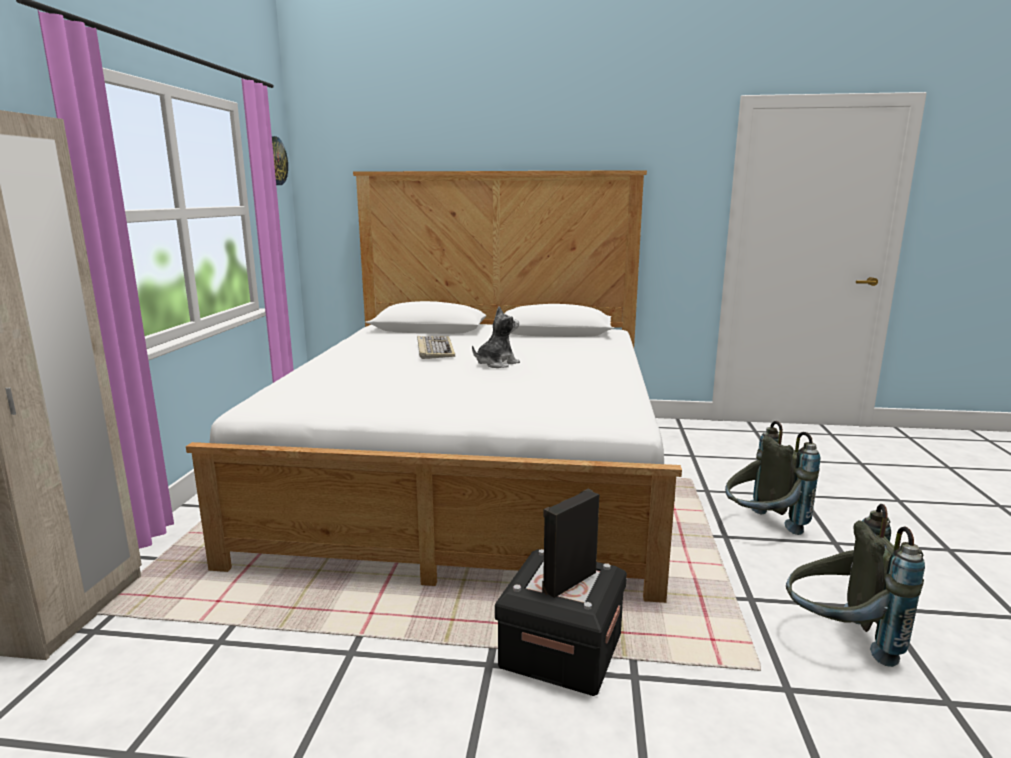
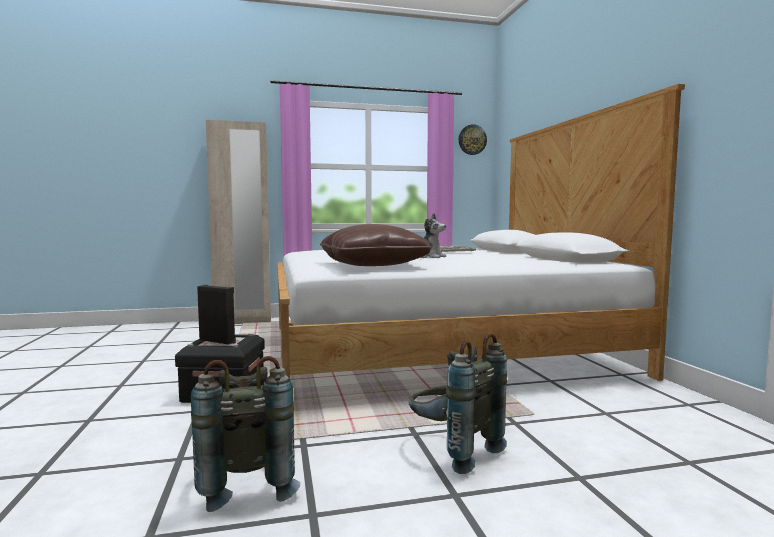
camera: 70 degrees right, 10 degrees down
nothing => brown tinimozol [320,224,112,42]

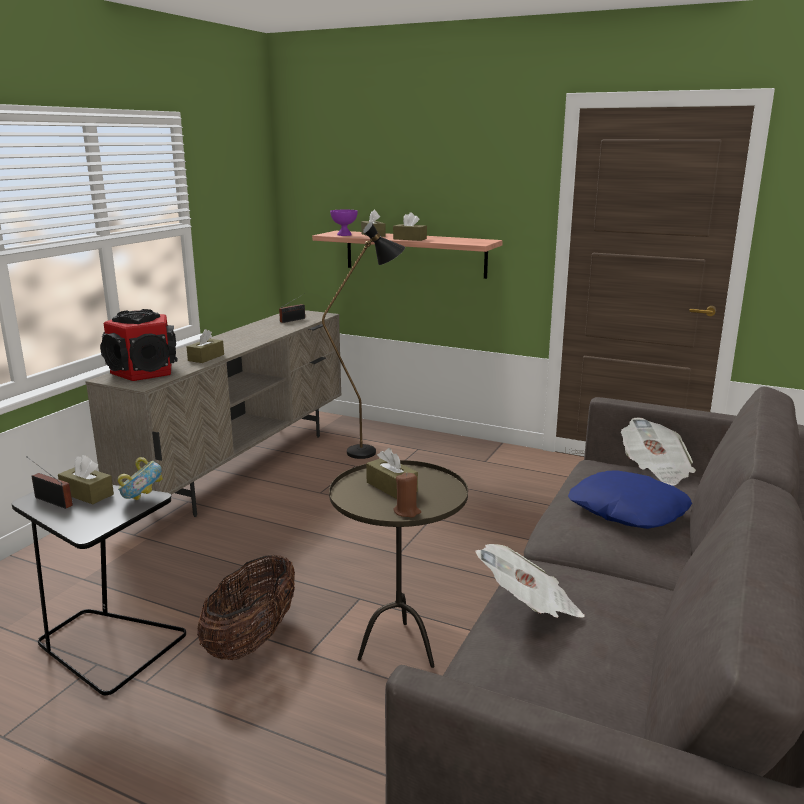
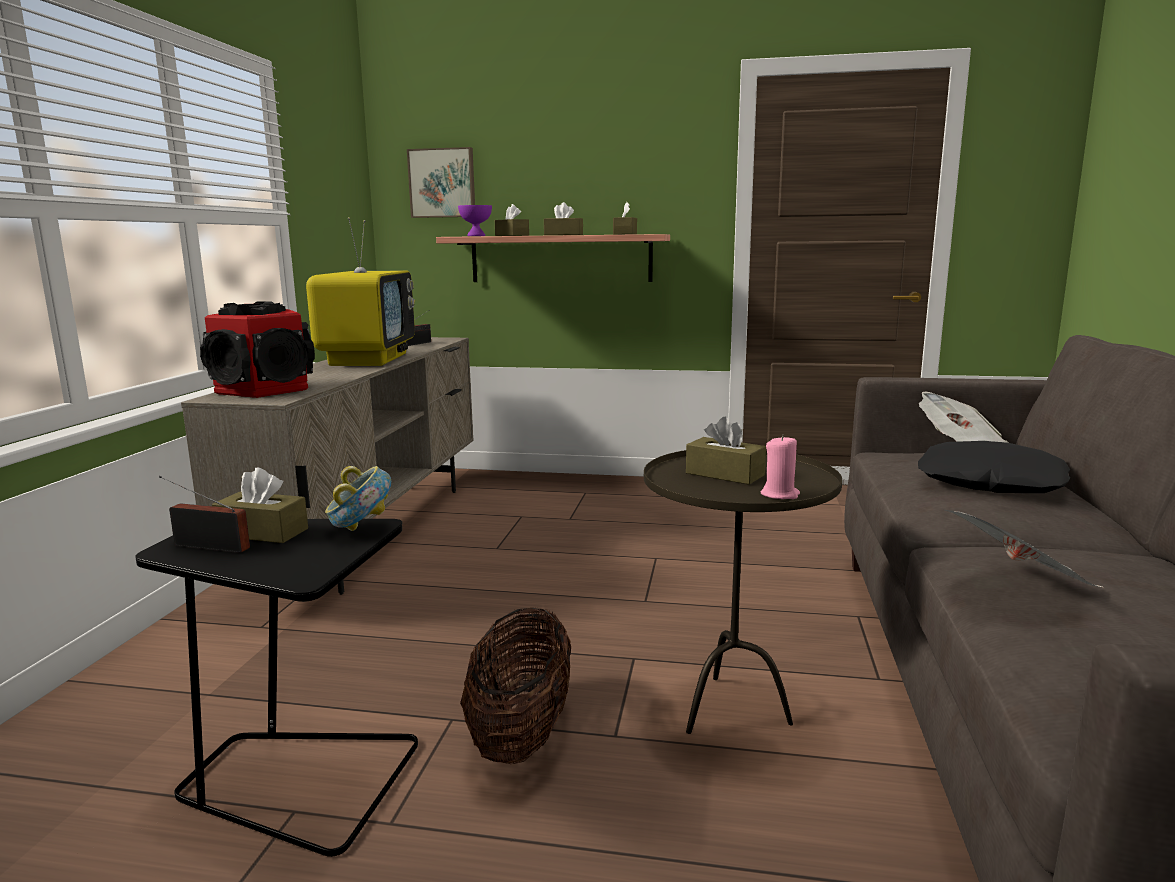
camera: 15 degrees left, 5 degrees down
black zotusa [322,222,83,237] => nothing
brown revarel [187,329,37,34] => brown revarel [613,202,24,33], moved
blue tinimozol [568,470,124,59] => black tinimozol [918,441,153,52]
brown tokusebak [394,473,27,44] => pink tokusebak [761,435,39,64]
nothing => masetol [407,147,68,71]
nothing => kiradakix [306,217,109,149]

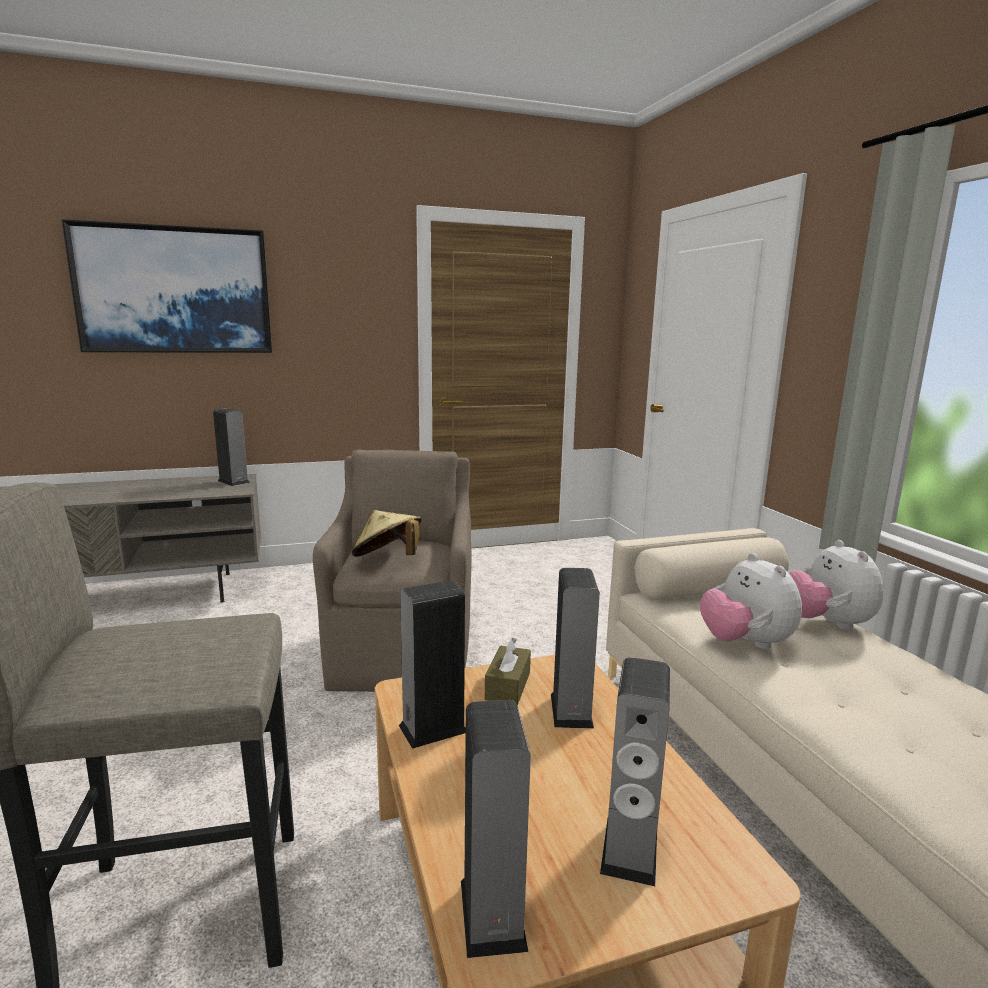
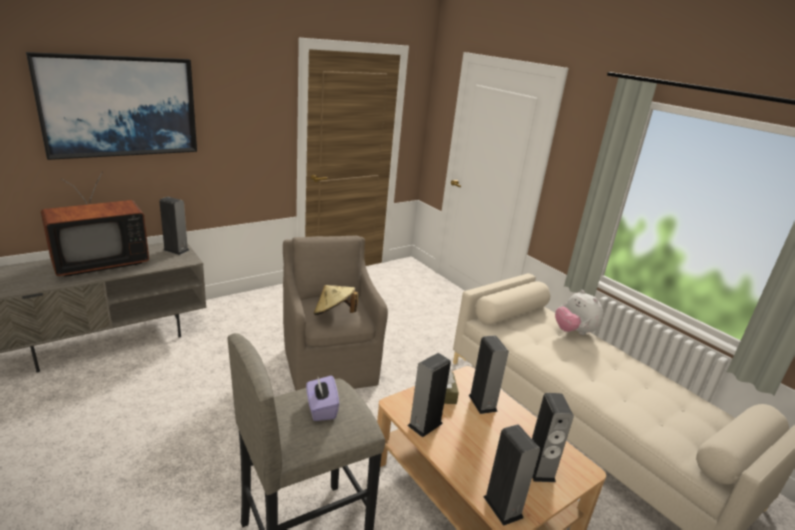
camera: 20 degrees left, 10 degrees up
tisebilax [700,553,102,96] => nothing
nothing => kiradakix [41,172,108,105]
nothing => purple revarel [306,375,33,46]

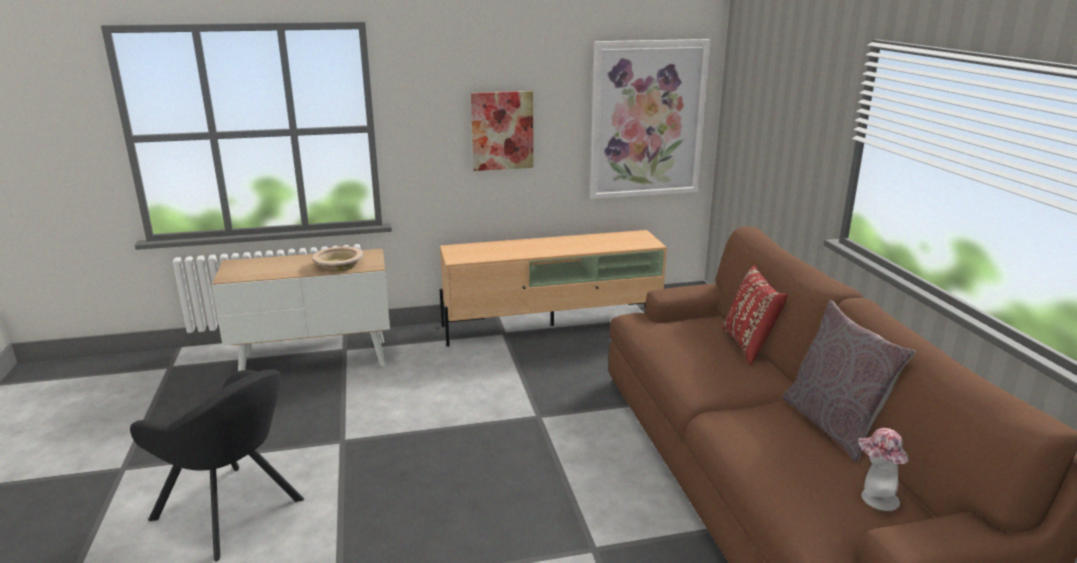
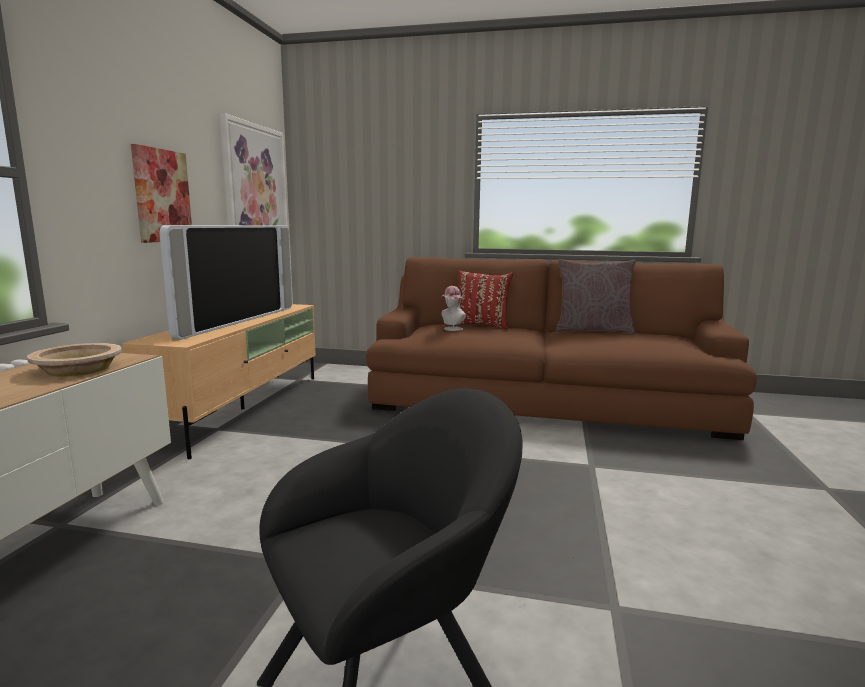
camera: 65 degrees left, 10 degrees down
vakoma [858,428,51,83] => vakoma [440,286,26,45], moved
nothing => kiradakix [159,225,133,115]

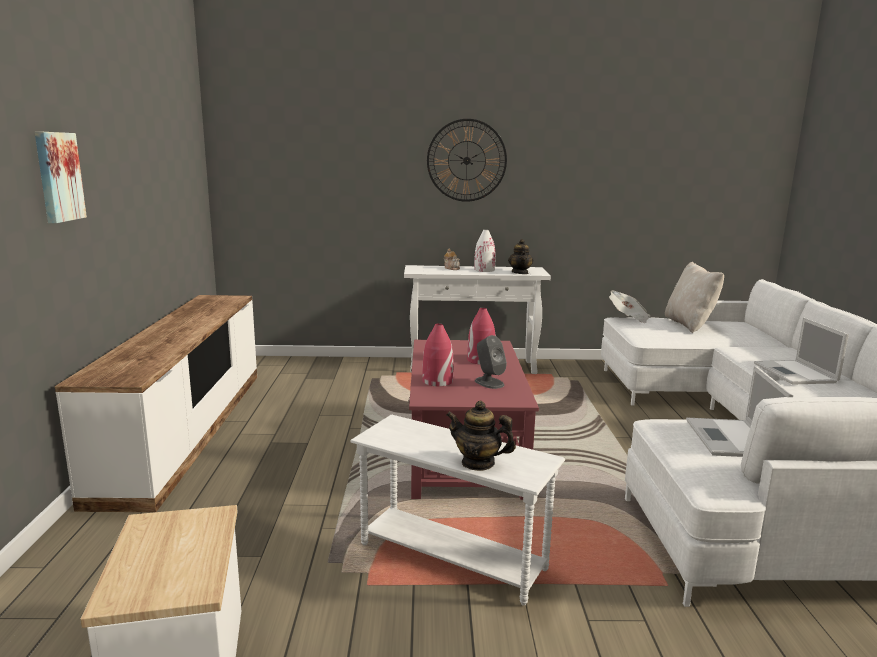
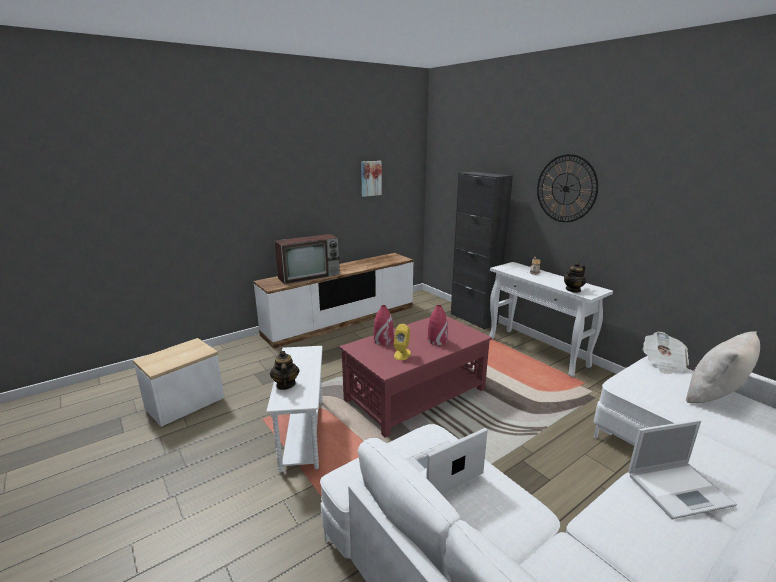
camera: 55 degrees right, 5 degrees up
masetol [35,131,52,92] => masetol [361,161,21,36], moved
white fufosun [474,230,21,42] => nothing
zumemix [754,317,95,68] => zumemix [628,420,109,100], 150 degrees counterclockwise
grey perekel [475,335,32,54] => yellow perekel [394,324,17,36]
nothing => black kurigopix [451,172,62,158]
nothing => kiradakix [274,234,66,50]

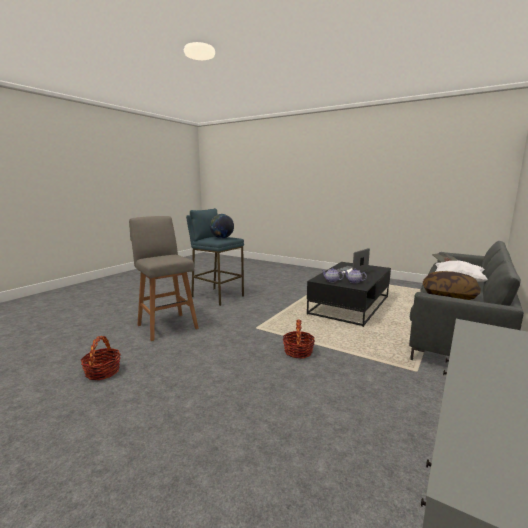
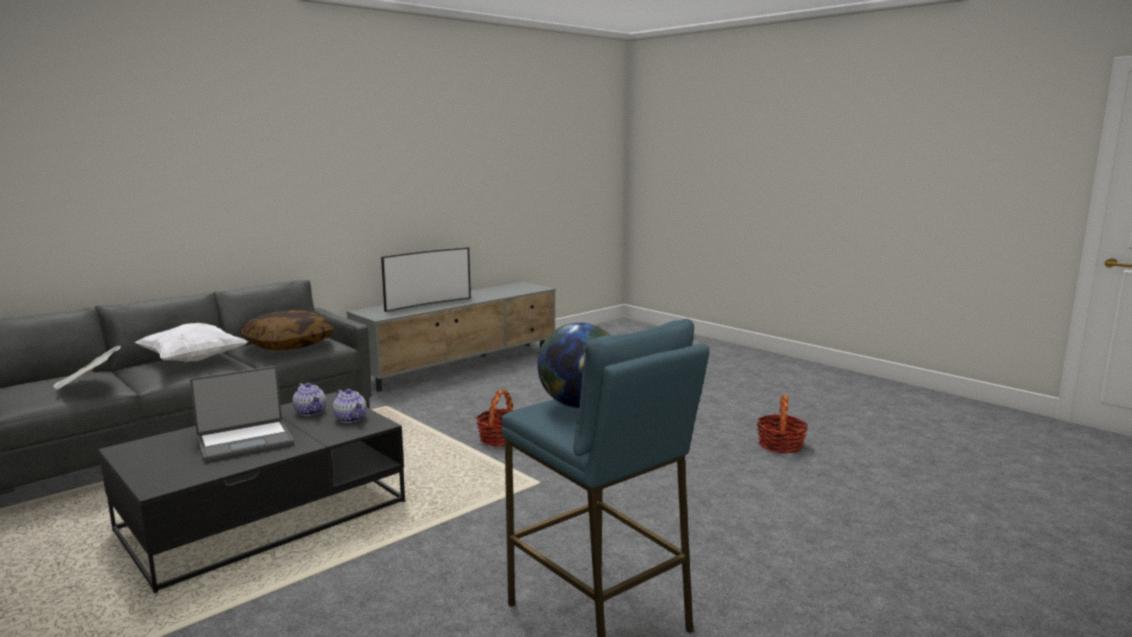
camera: 165 degrees left, 0 degrees up
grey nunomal [129,216,70,125] => nothing
nothing => kiradakix [381,247,90,65]

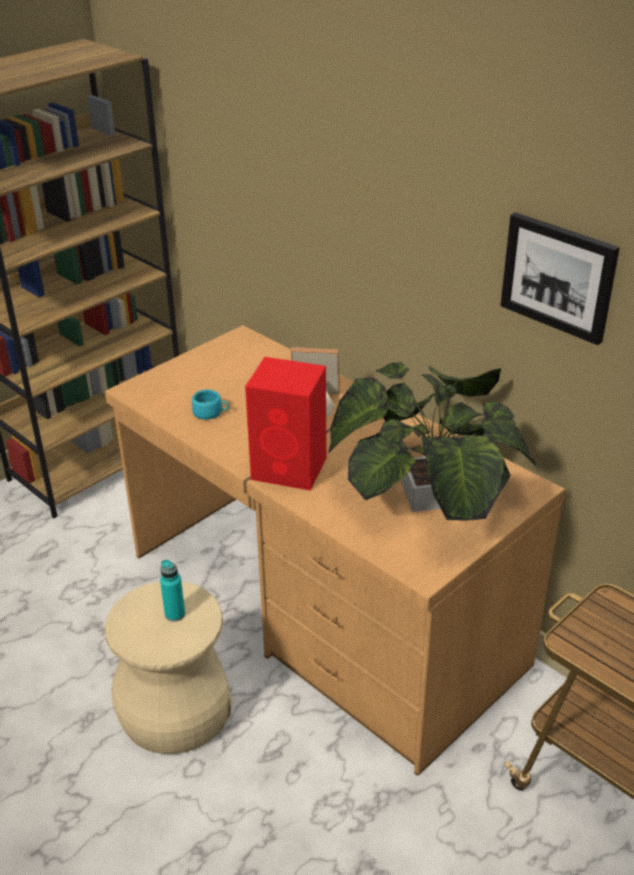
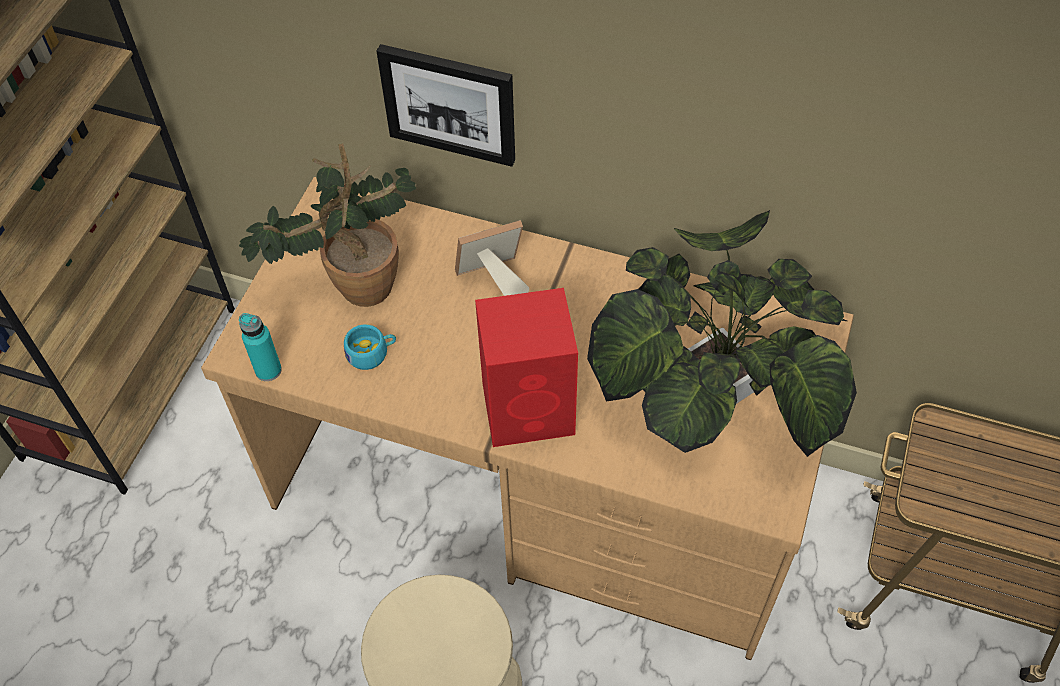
camera: 25 degrees left, 20 degrees up
masetol [500,212,120,133] => masetol [376,44,139,123], moved
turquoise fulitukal [160,559,25,63] => turquoise fulitukal [239,313,43,68], moved
nothing => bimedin [239,144,177,163]

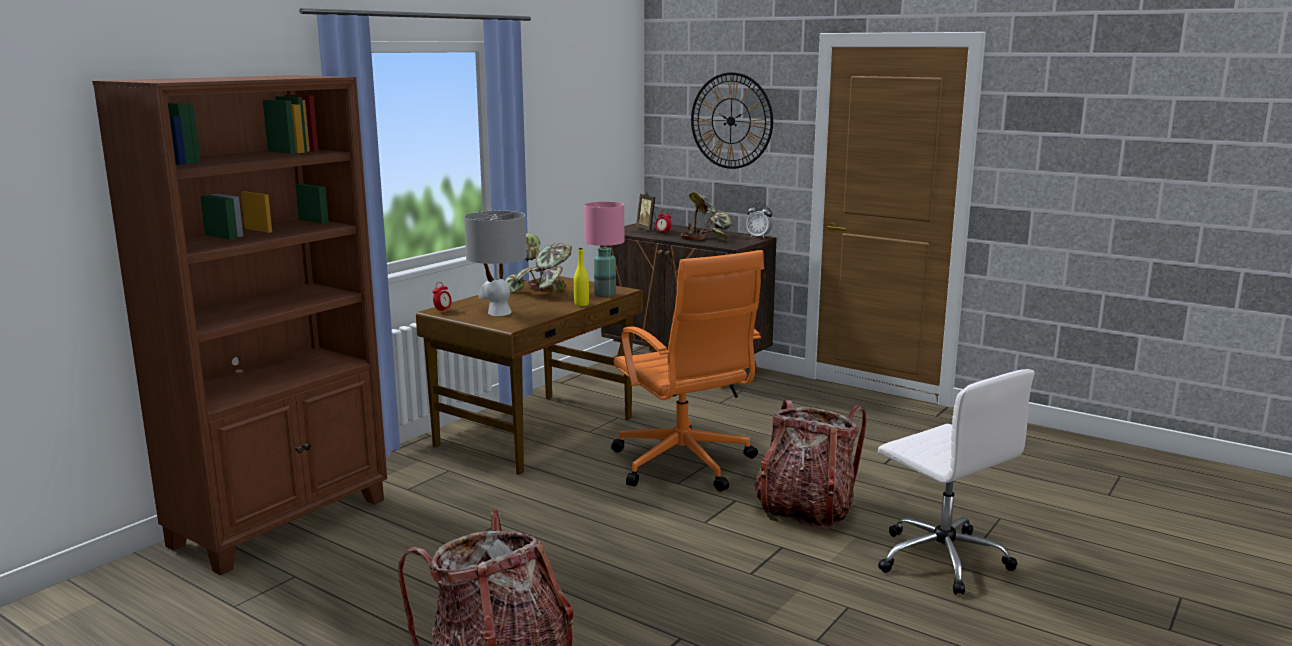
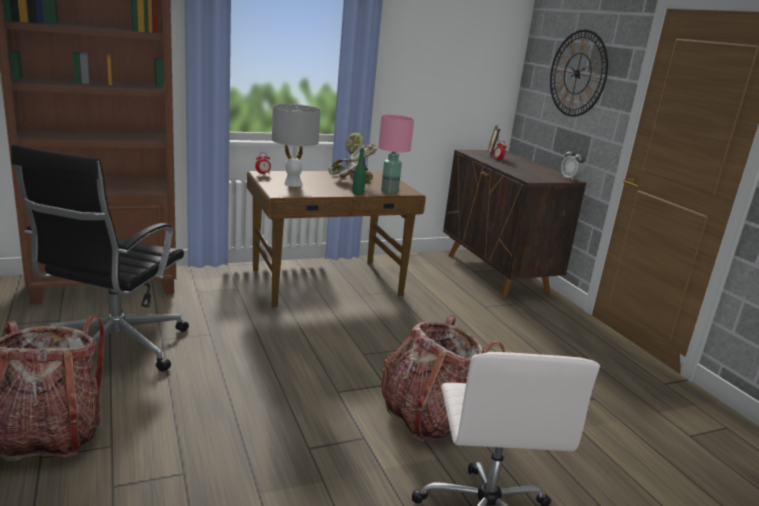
camera: 30 degrees right, 5 degrees up
bimedin [680,192,51,49] => nothing
yellow fulitukal [574,248,15,58] => green fulitukal [353,148,13,47]
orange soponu [611,250,153,242] => nothing
nothing => black soponu [11,144,178,228]

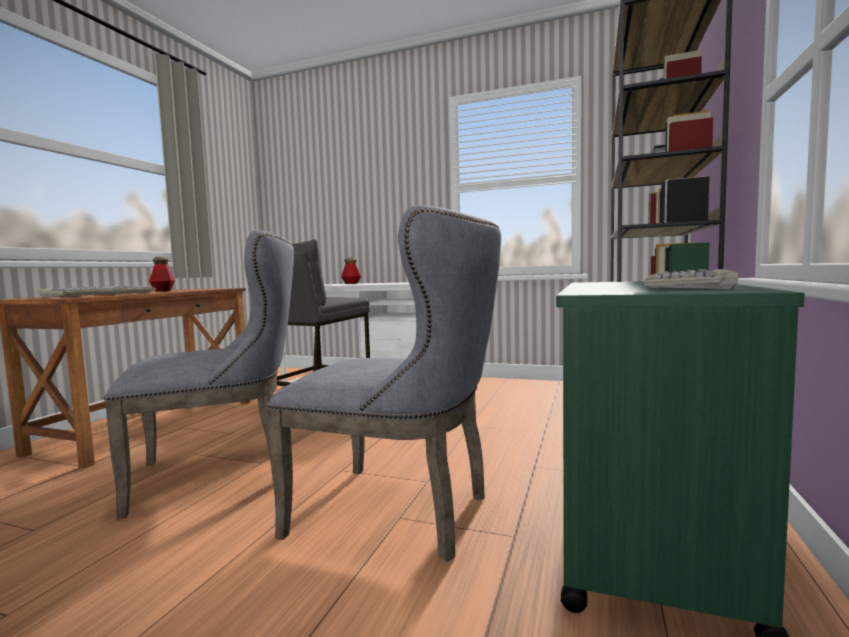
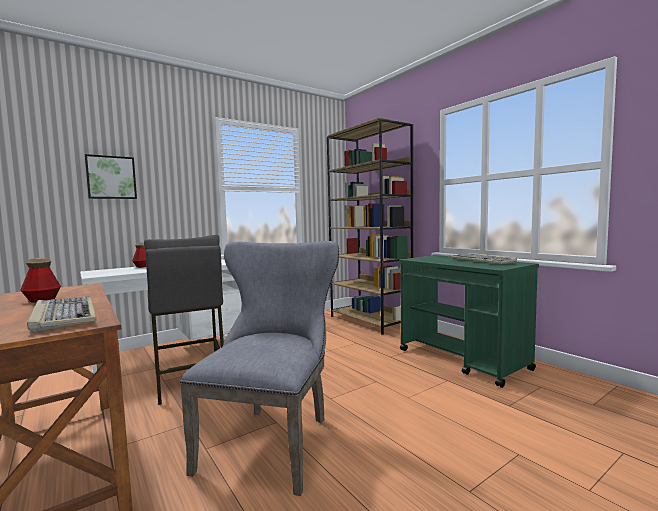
camera: 55 degrees left, 0 degrees up
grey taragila [267,205,234,357] => nothing
nothing => masetol [85,154,52,45]

